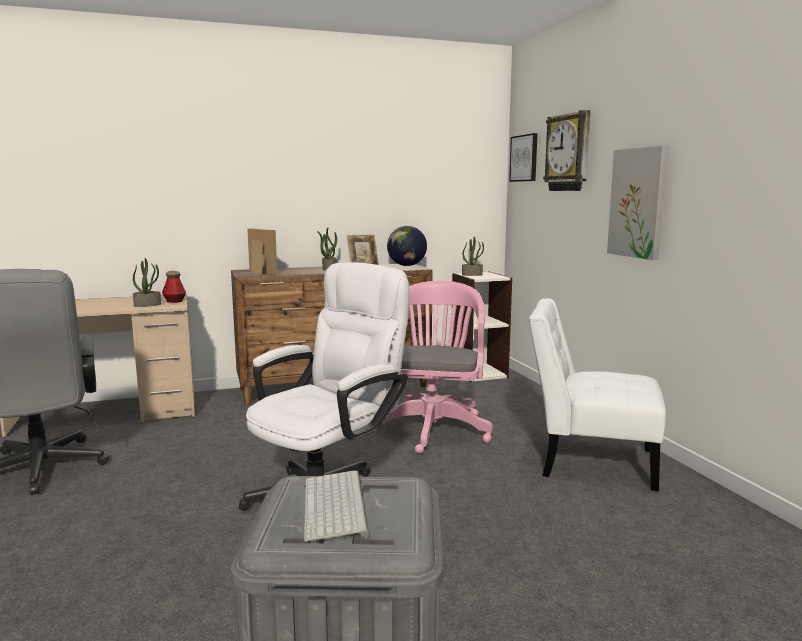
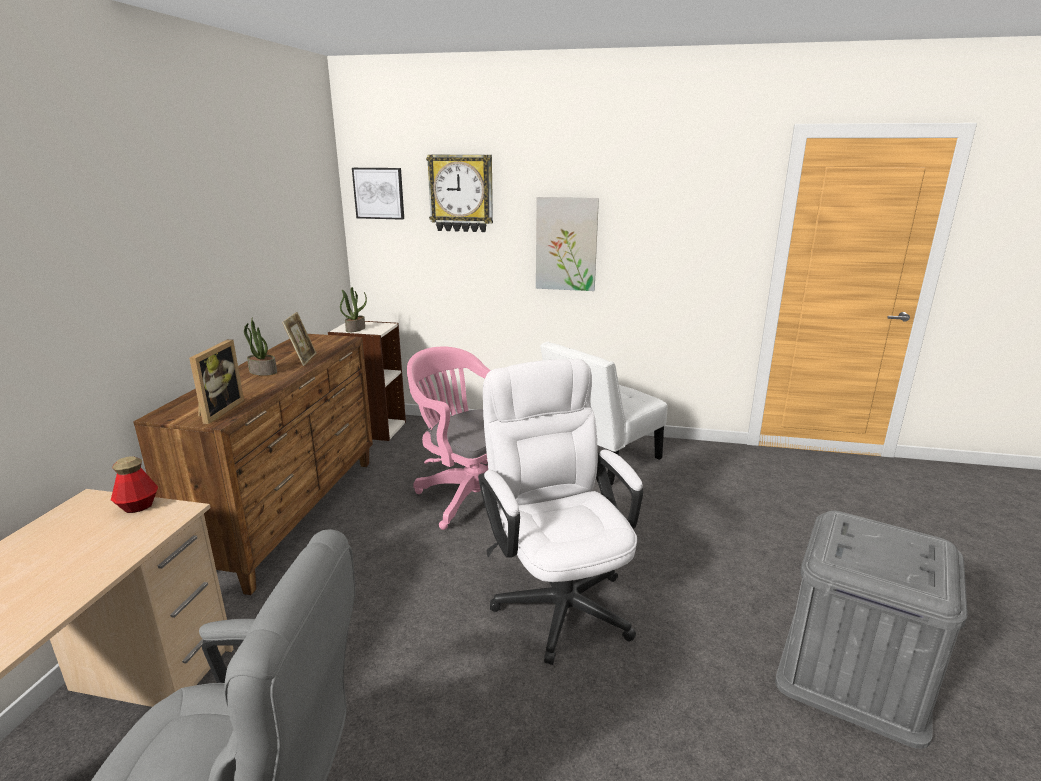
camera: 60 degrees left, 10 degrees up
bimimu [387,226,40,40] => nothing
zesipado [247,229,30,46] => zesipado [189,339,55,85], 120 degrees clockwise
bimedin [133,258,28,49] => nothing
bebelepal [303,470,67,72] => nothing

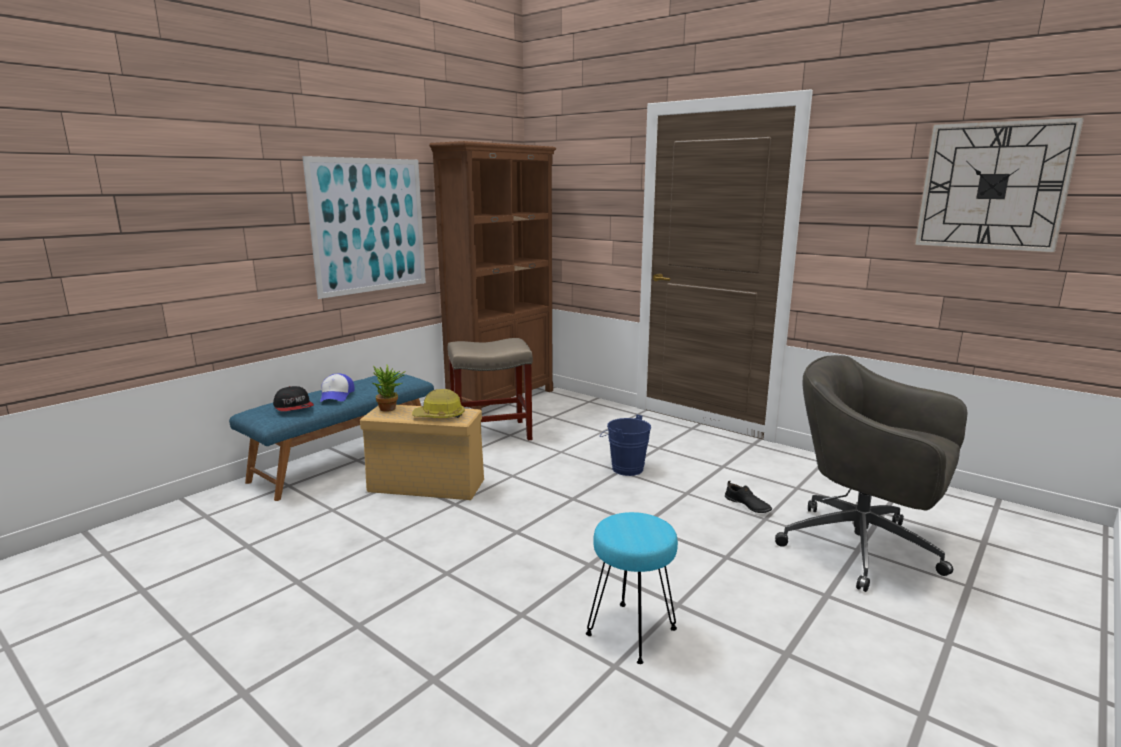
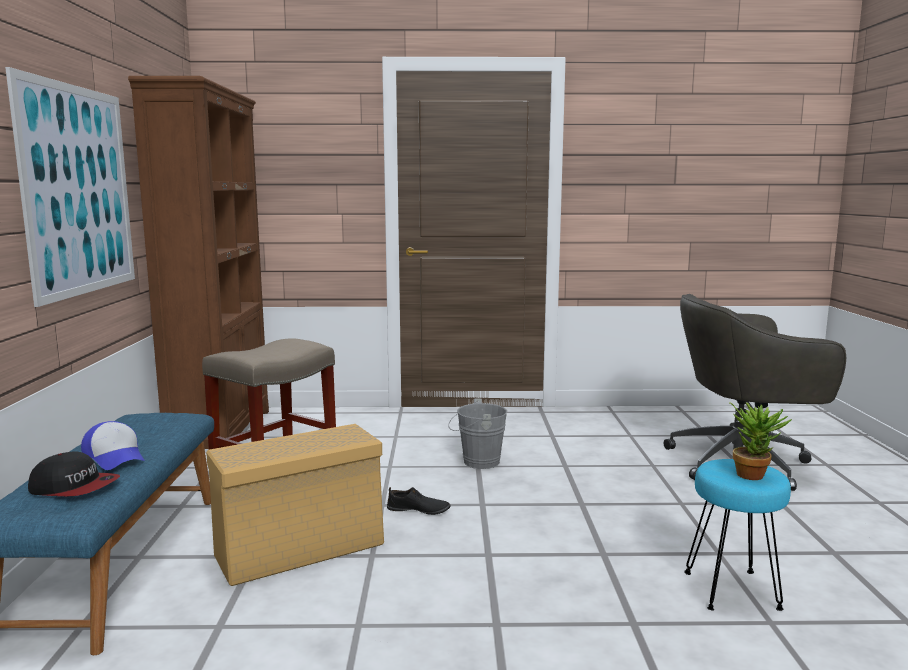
camera: 40 degrees left, 5 degrees down
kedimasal [915,117,169,136] => nothing
bimedin [373,364,32,48] => bimedin [729,402,63,78], moved
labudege [412,389,53,29] => nothing
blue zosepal [599,415,52,61] => grey zosepal [448,398,59,71]
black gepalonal [725,481,47,32] => black gepalonal [387,487,63,28], moved

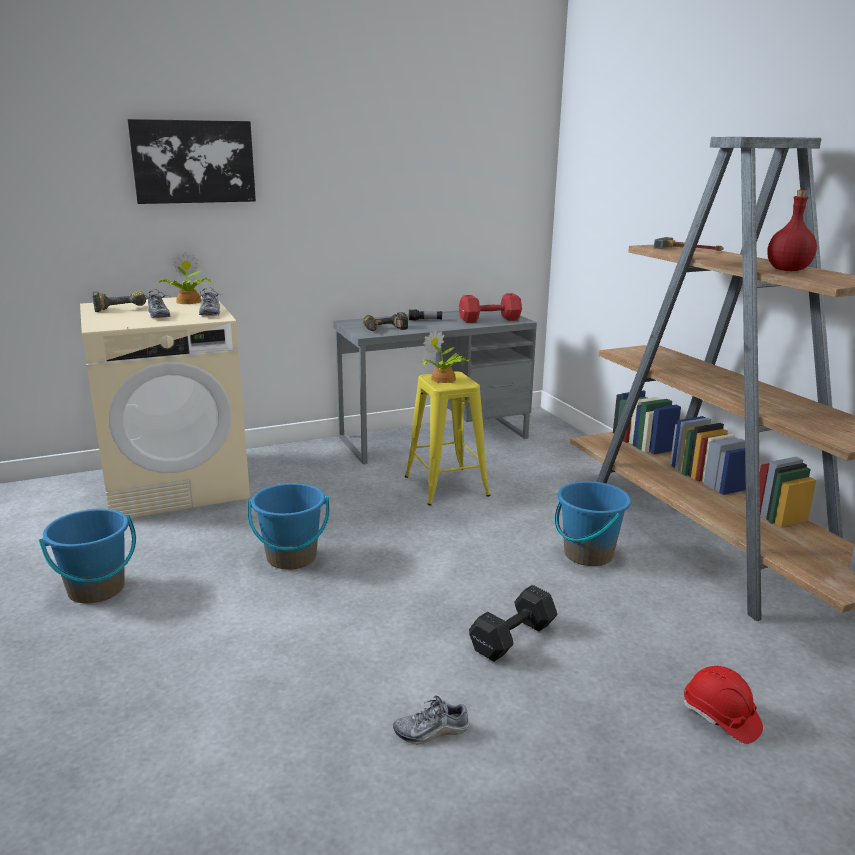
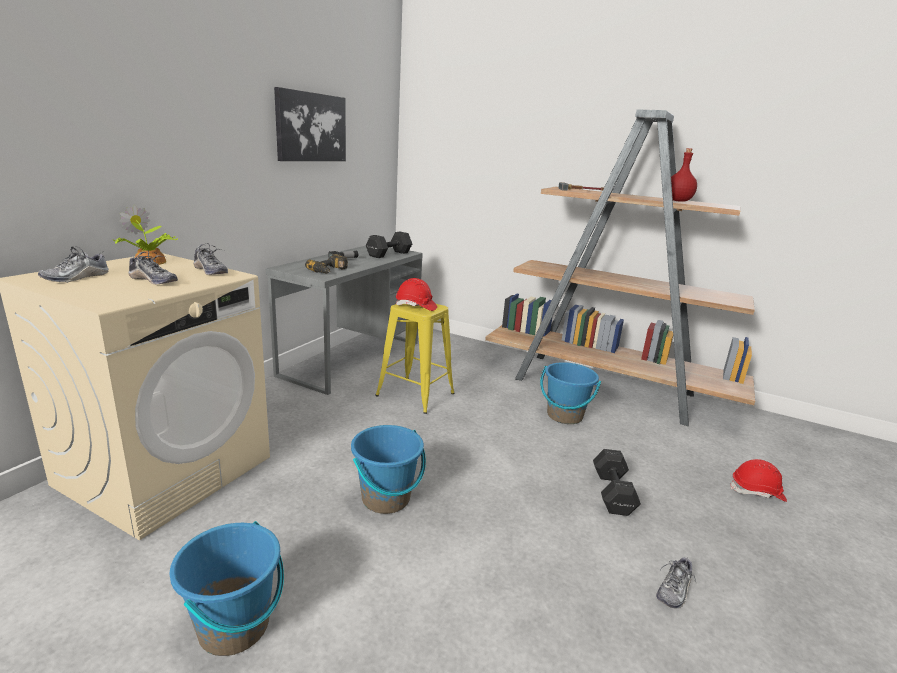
camera: 40 degrees left, 0 degrees up
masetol [127,119,129,85] => masetol [274,87,72,74], moved
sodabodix [92,291,54,21] => gepalonal [38,246,71,37]
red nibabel [459,293,63,30] => black nibabel [366,232,46,26]
bimedin [421,329,49,54] => red labudege [396,278,41,33]

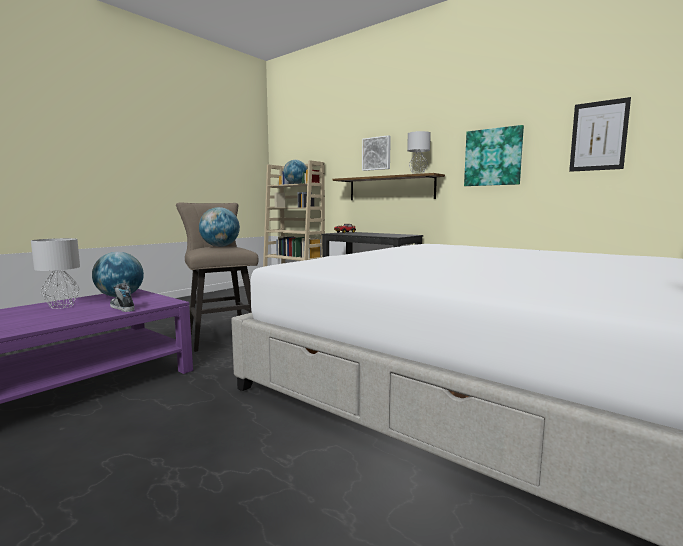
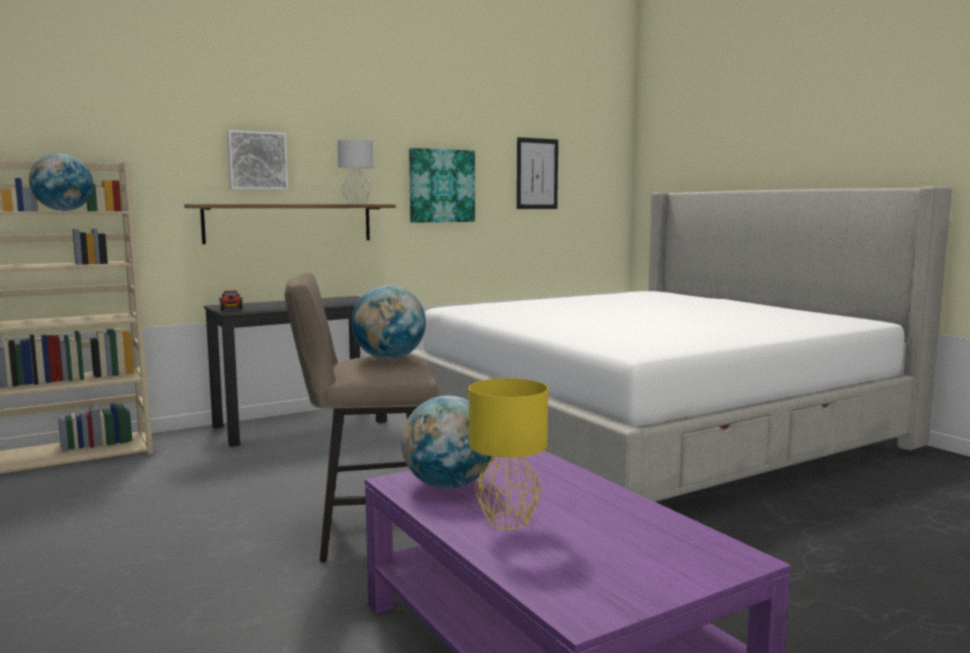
camera: 70 degrees left, 0 degrees up
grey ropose [31,238,49,71] => yellow ropose [469,378,79,152]
gepalonal [110,283,25,29] => nothing

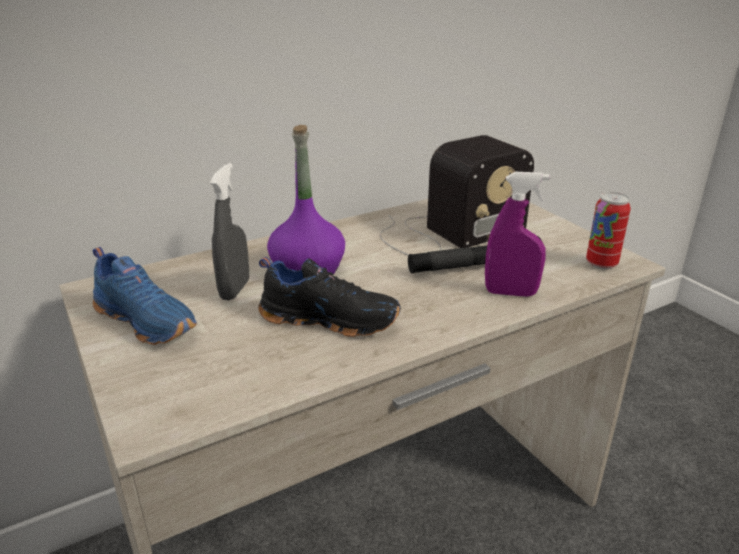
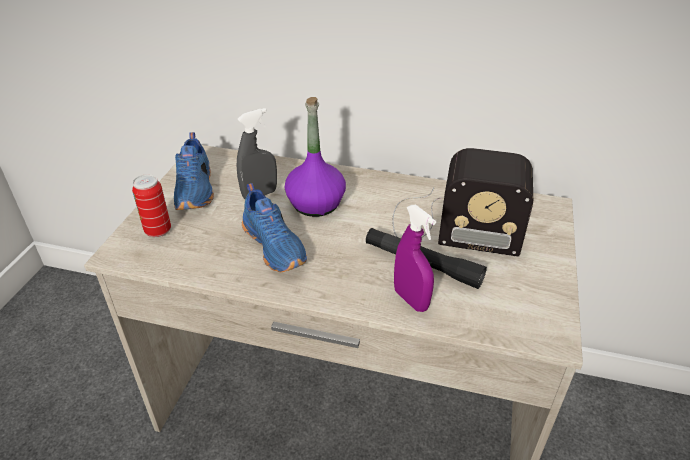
camera: 45 degrees right, 10 degrees up
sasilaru [586,192,45,77] => sasilaru [132,174,39,63], moved
black gepalonal [258,257,143,80] => blue gepalonal [242,183,65,89]

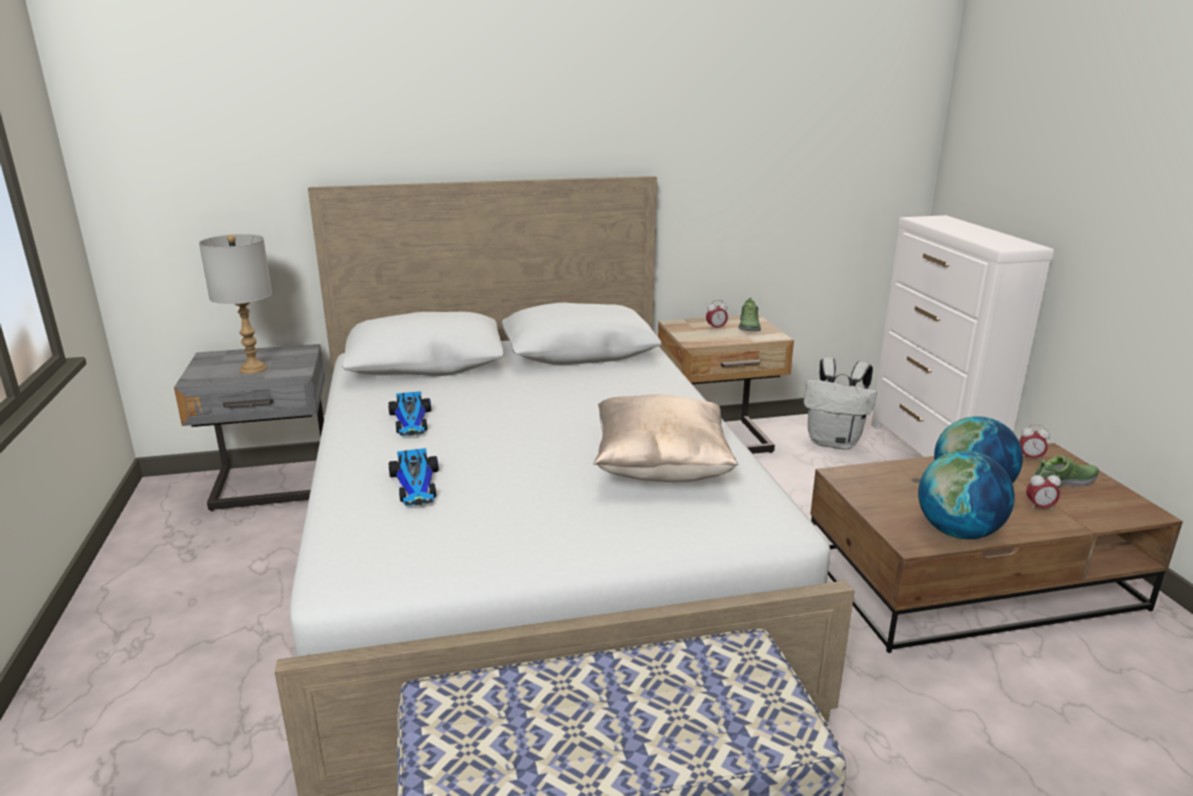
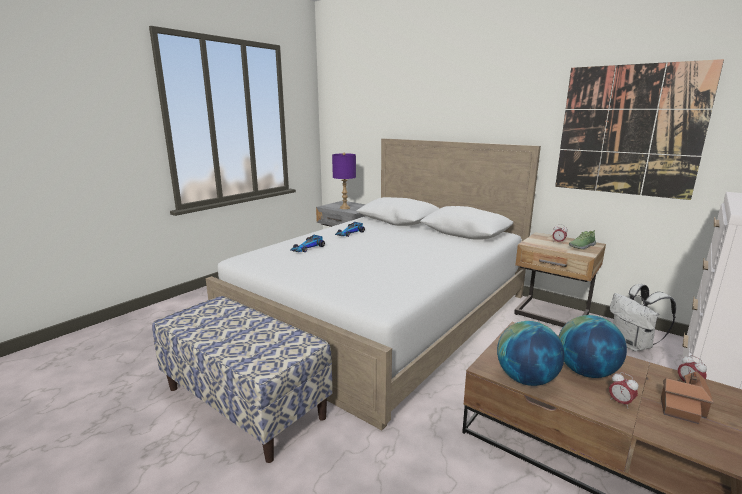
camera: 50 degrees right, 5 degrees down
grey ropose [199,234,73,140] => purple ropose [332,152,24,57]
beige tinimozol [593,395,145,87] => nothing
gepalonal [1033,455,66,32] => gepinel [661,371,53,53]
nothing => masetol [555,59,169,141]

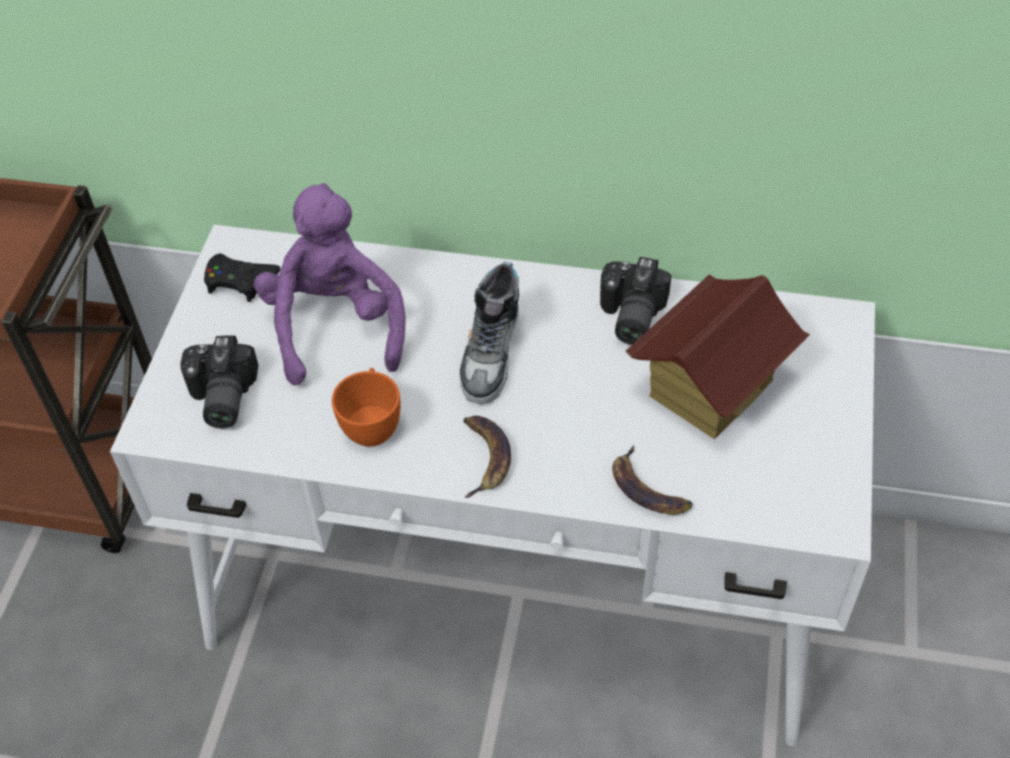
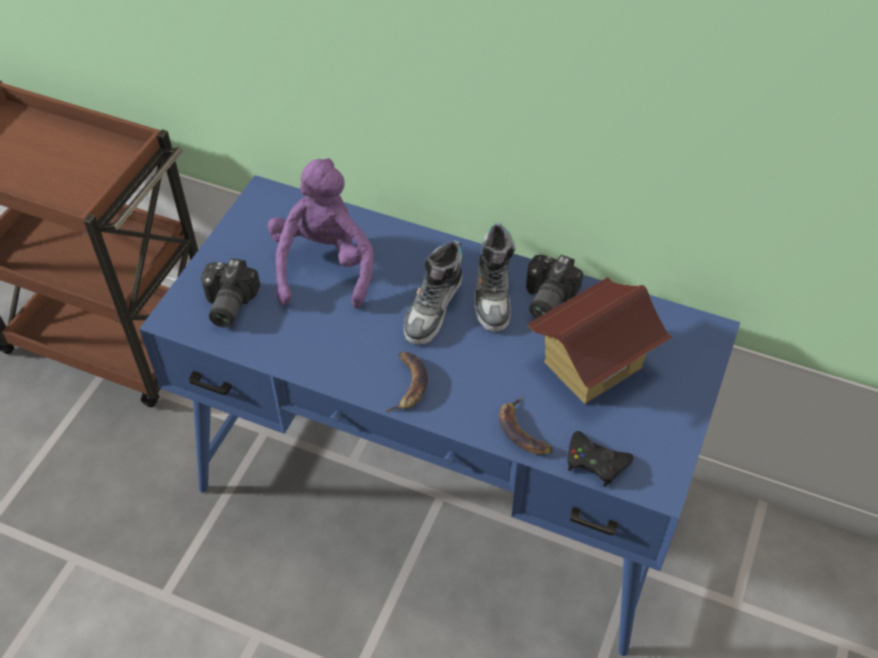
camera: 10 degrees right, 0 degrees up
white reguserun [110,225,765,521] => blue reguserun [139,175,602,481]
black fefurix [204,253,76,49] => black fefurix [567,431,67,56], moved
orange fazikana [332,368,68,79] => nothing
nothing => gepalonal [474,223,42,109]

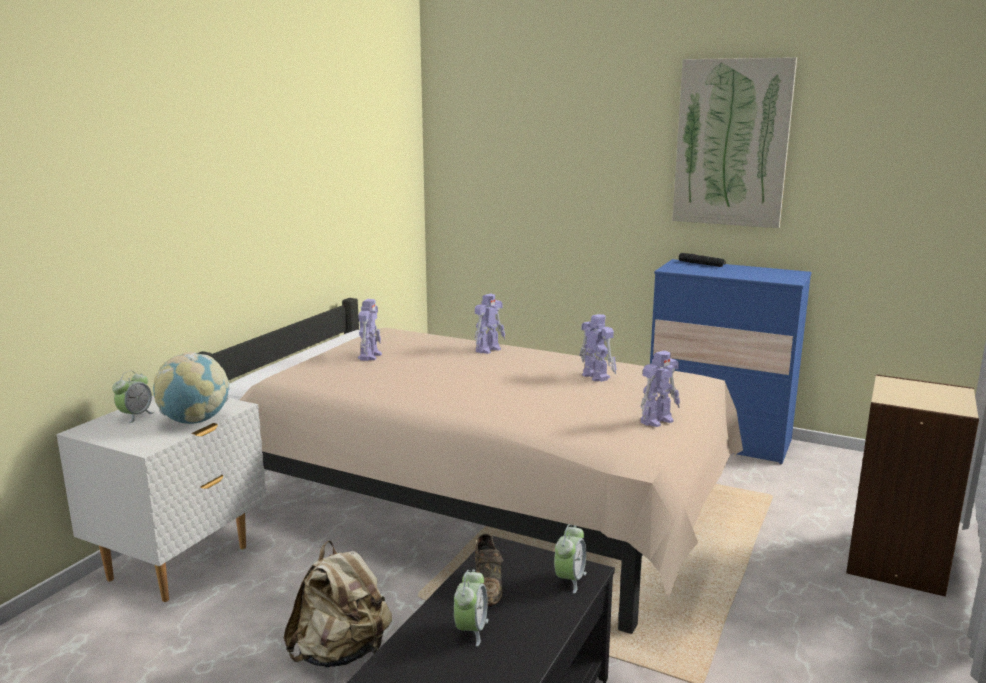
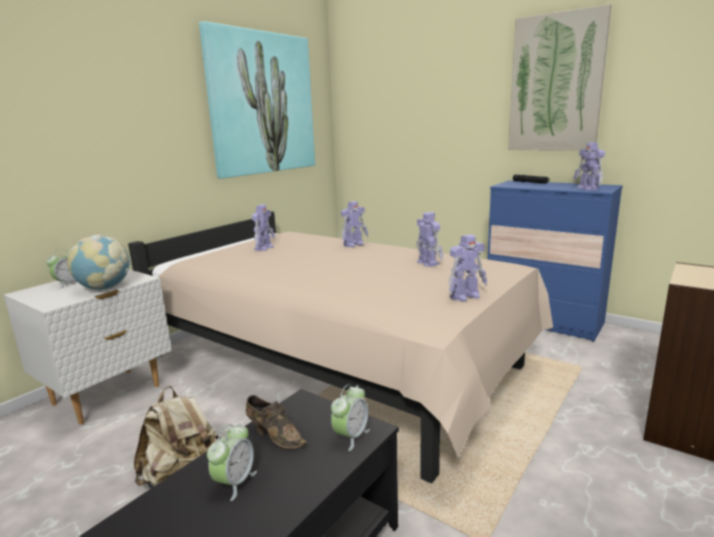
camera: 10 degrees right, 0 degrees up
brown gepalonal [475,534,29,72] => brown gepalonal [245,395,61,54], 60 degrees counterclockwise
nothing => masetol [199,21,116,157]
nothing => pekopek [573,142,32,48]

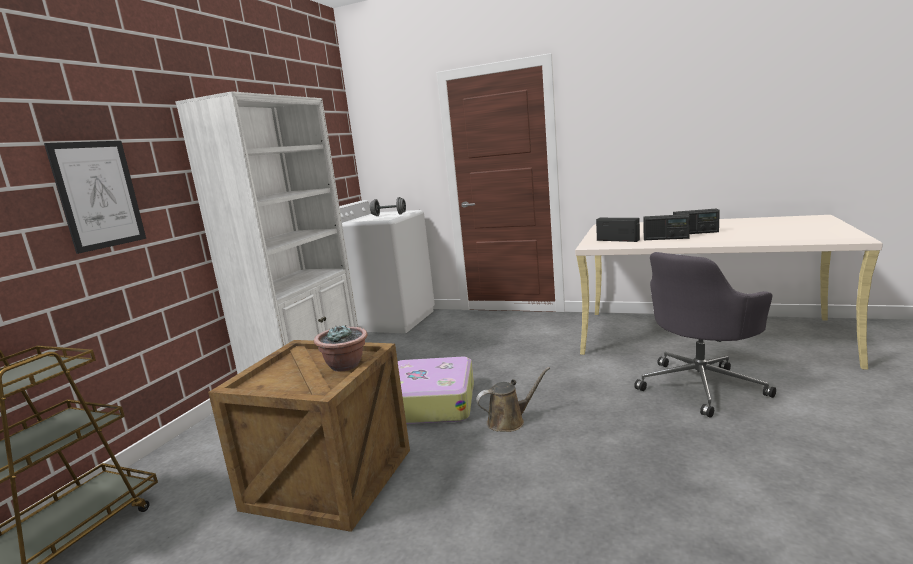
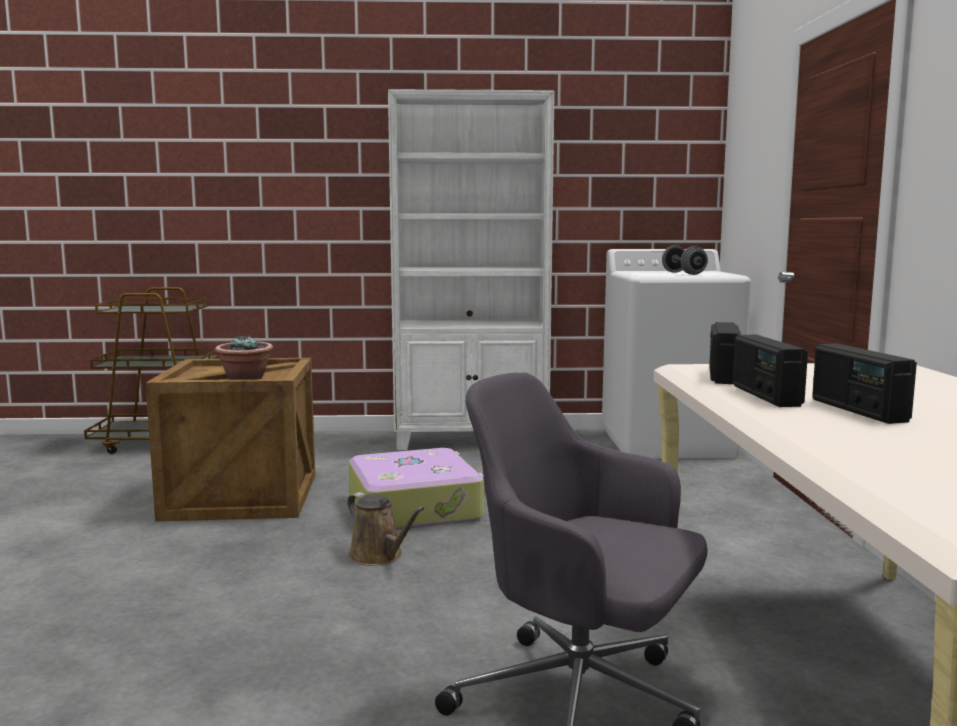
camera: 65 degrees right, 5 degrees down
masetol [44,141,102,113] => nothing

